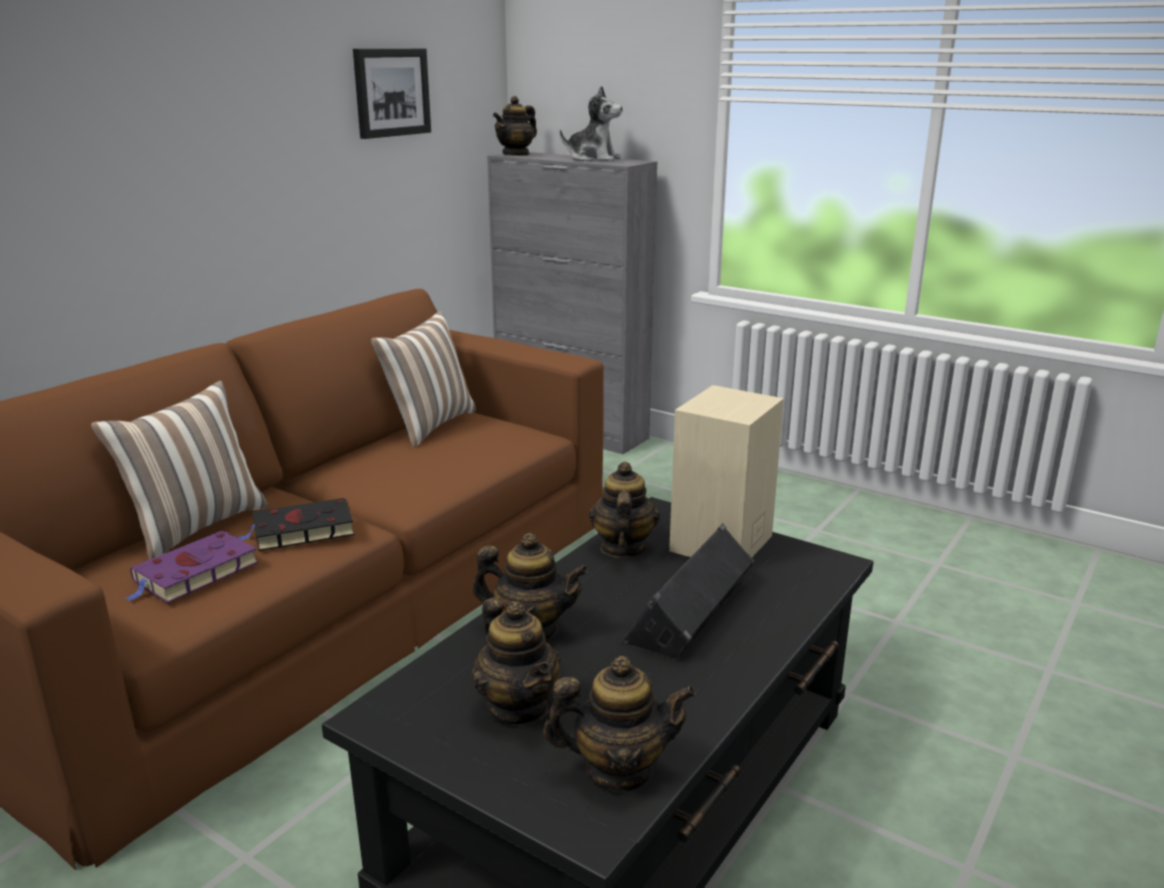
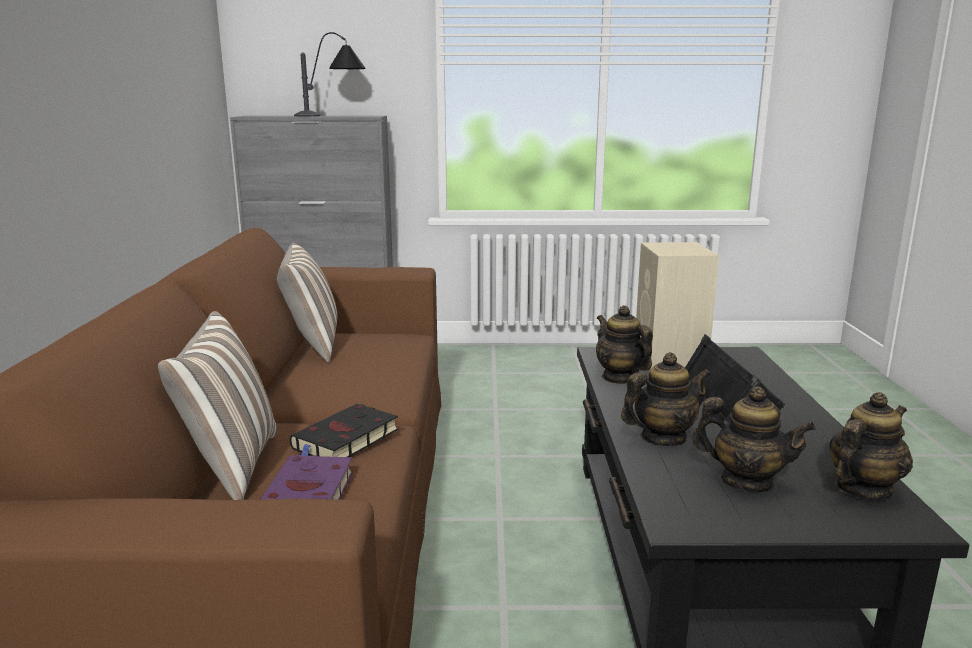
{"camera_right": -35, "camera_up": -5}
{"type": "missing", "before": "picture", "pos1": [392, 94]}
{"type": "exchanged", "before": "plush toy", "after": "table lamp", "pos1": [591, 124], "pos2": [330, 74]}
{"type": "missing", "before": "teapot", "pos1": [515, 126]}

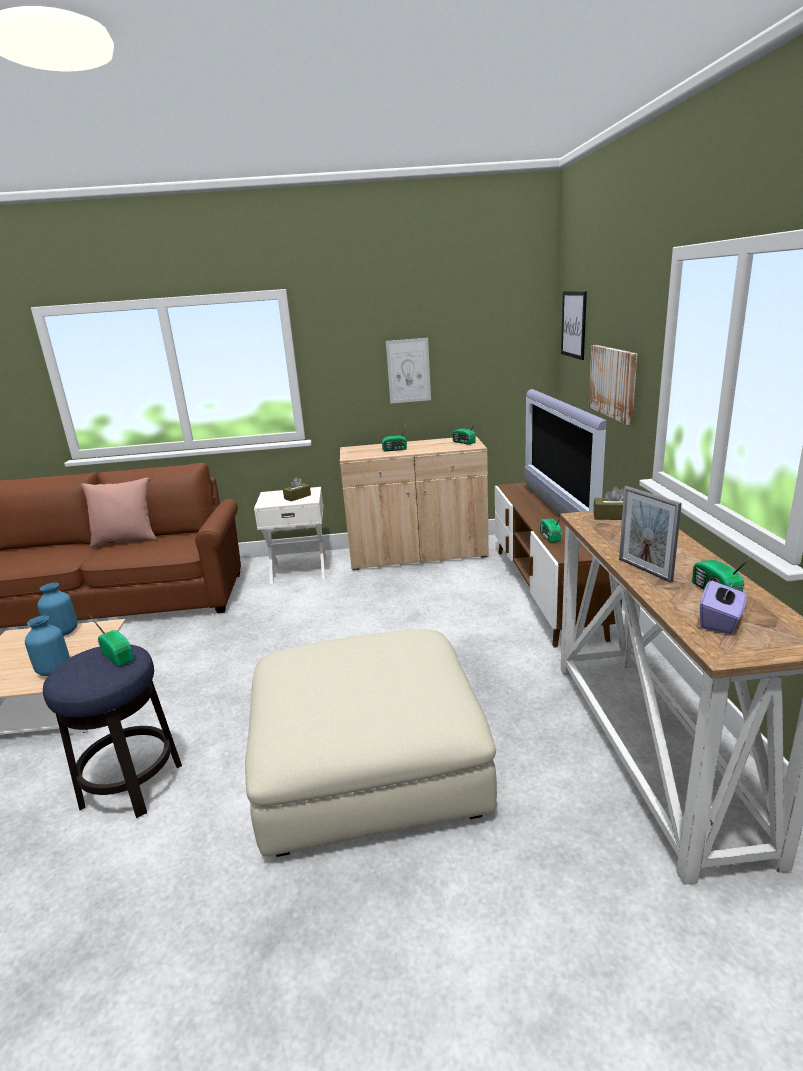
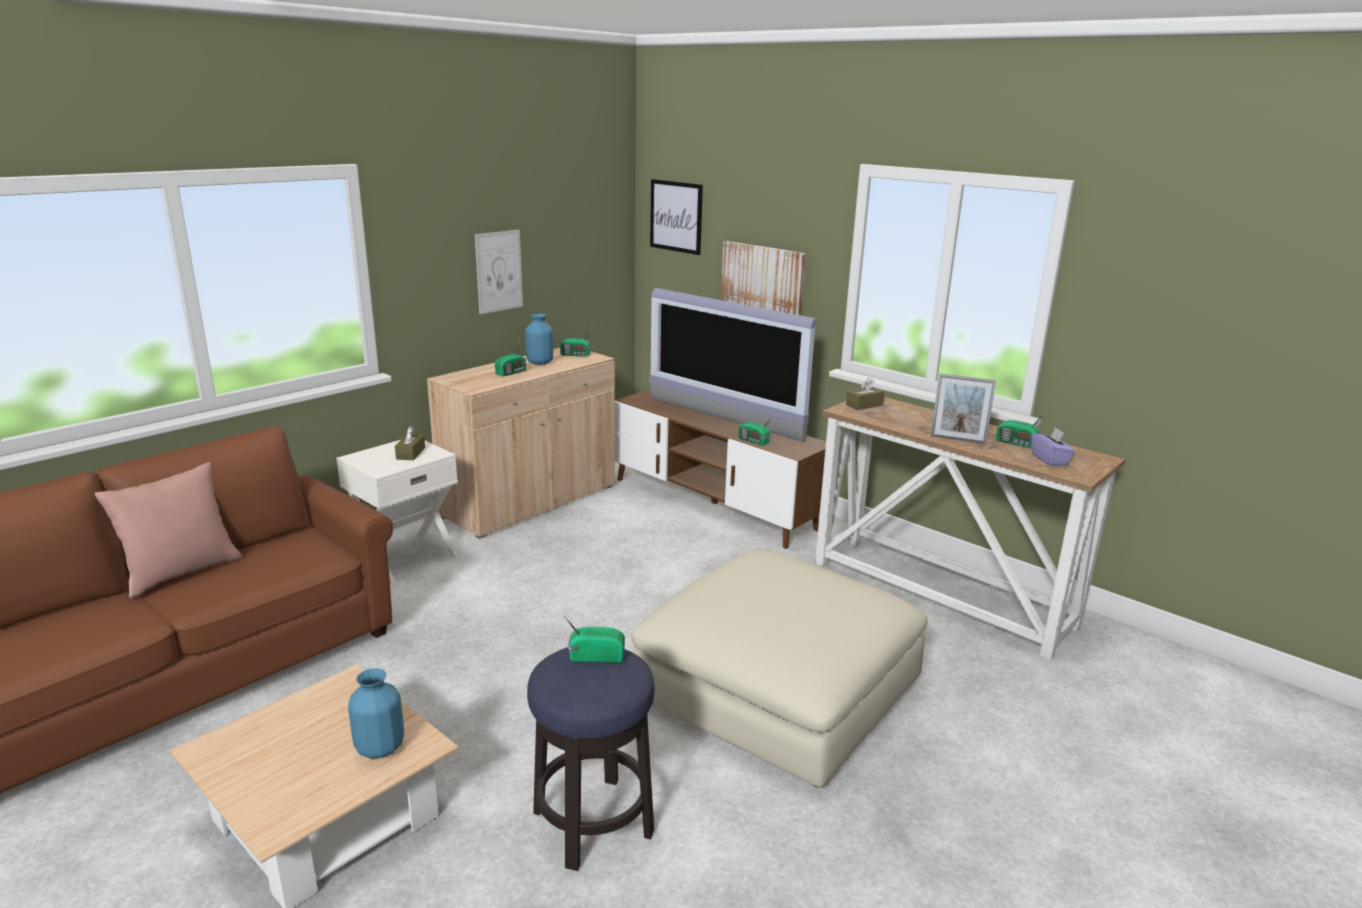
{"camera_right": -45, "camera_up": 0}
{"type": "relocated", "before": "blue vase", "pos1": [57, 609], "pos2": [539, 339]}

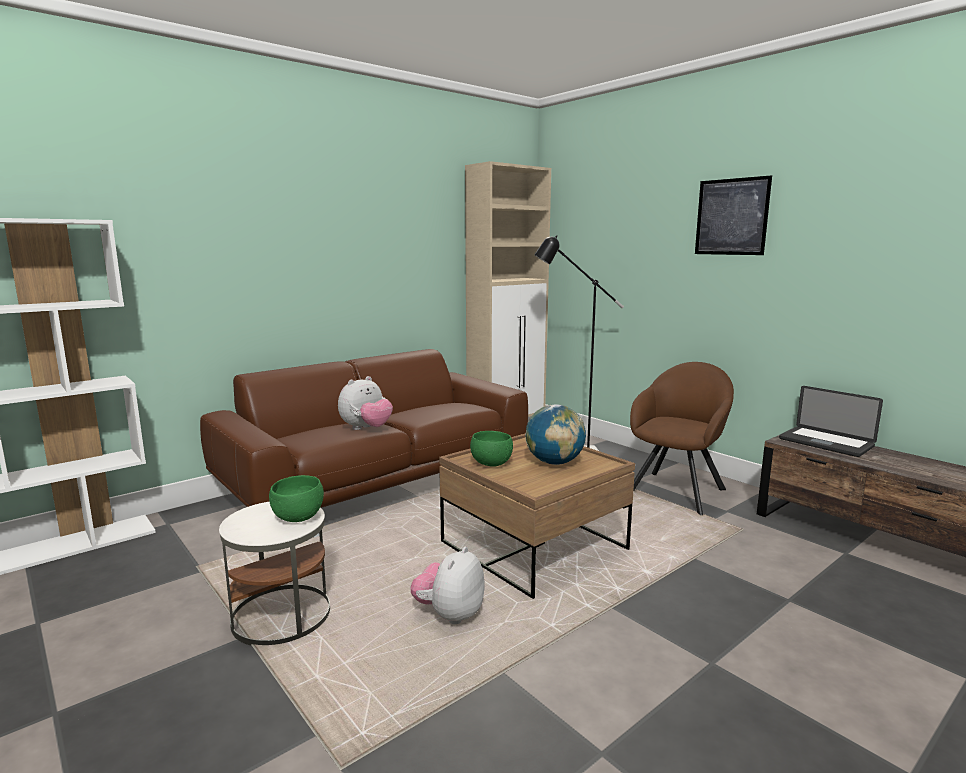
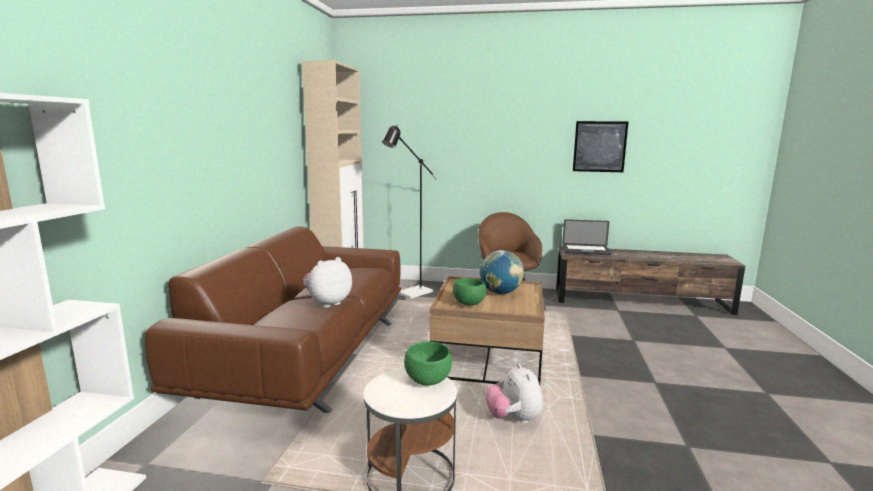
{"camera_right": -40, "camera_up": 0}
{"type": "relocated", "before": "picture", "pos1": [733, 215], "pos2": [600, 146]}
{"type": "spun", "before": "plush toy", "pos1": [365, 403], "pos2": [327, 282], "turn": -135}

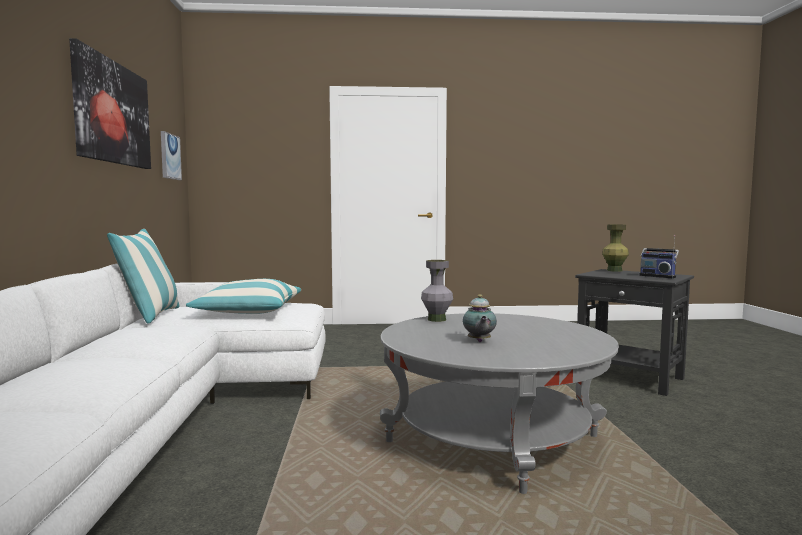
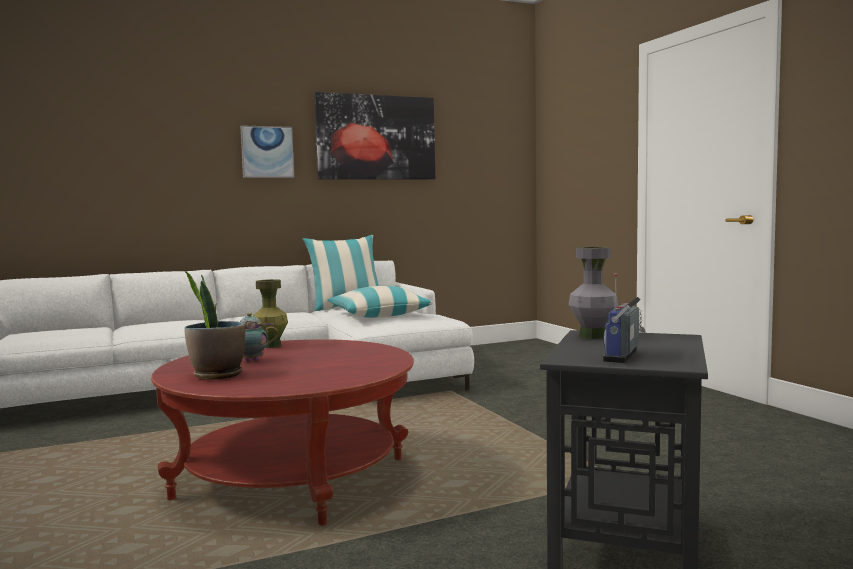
{"camera_right": 70, "camera_up": 0}
{"type": "relocated", "before": "picture", "pos1": [171, 155], "pos2": [267, 151]}
{"type": "relocated", "before": "green vase", "pos1": [615, 248], "pos2": [270, 313]}
{"type": "relocated", "before": "grey vase", "pos1": [437, 291], "pos2": [593, 293]}
{"type": "colour", "before": "grey coffee table", "after": "red coffee table", "pos1": [499, 403], "pos2": [282, 432]}
{"type": "appeared", "after": "potted plant", "pos2": [214, 325]}

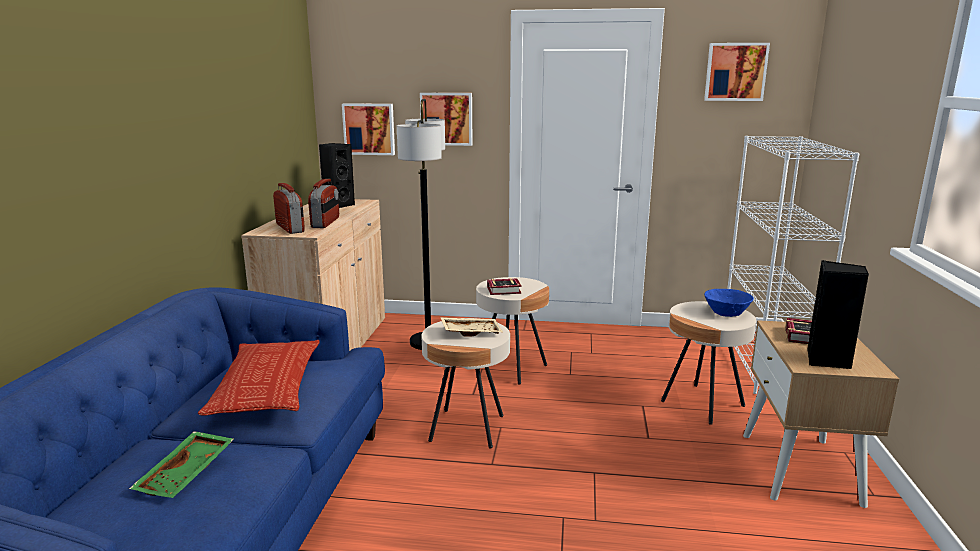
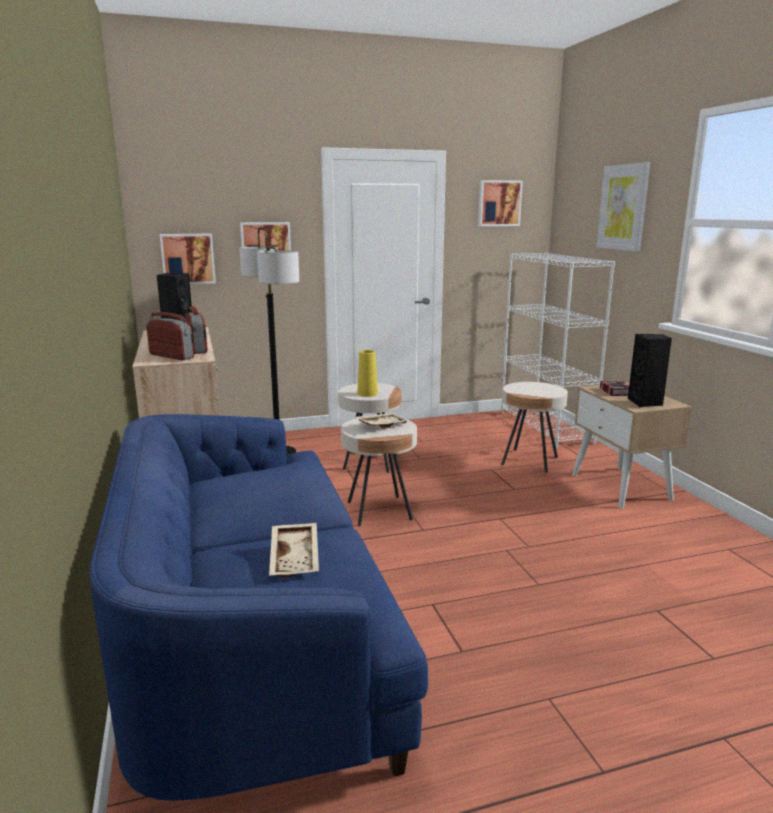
{"camera_right": -25, "camera_up": 0}
{"type": "exchanged", "before": "book", "after": "yellow vase", "pos1": [504, 286], "pos2": [367, 373]}
{"type": "missing", "before": "blue bowl", "pos1": [729, 303]}
{"type": "missing", "before": "pillow", "pos1": [259, 378]}
{"type": "colour", "before": "green tray", "after": "beige tray", "pos1": [181, 464], "pos2": [294, 550]}
{"type": "appeared", "after": "picture", "pos2": [623, 206]}

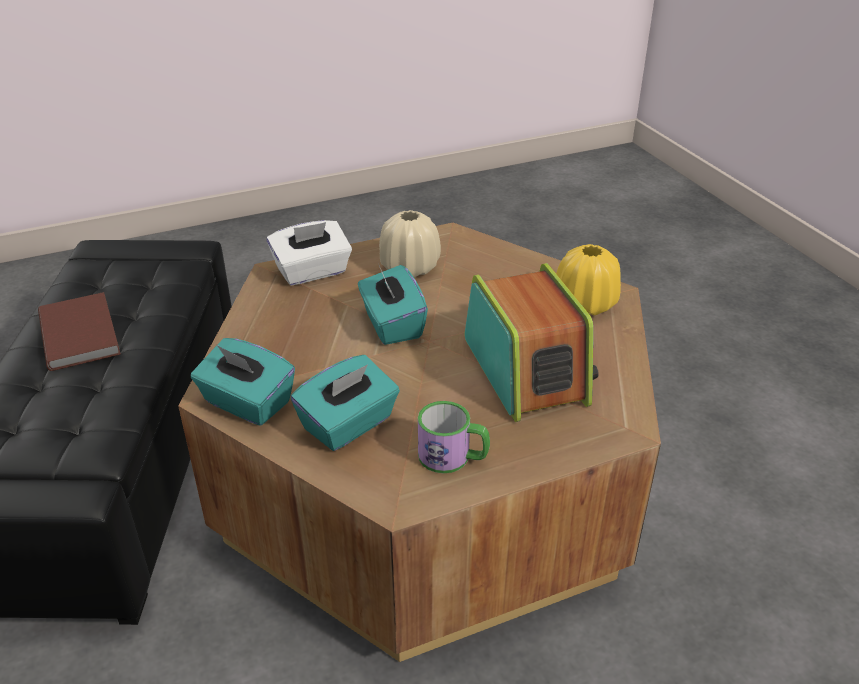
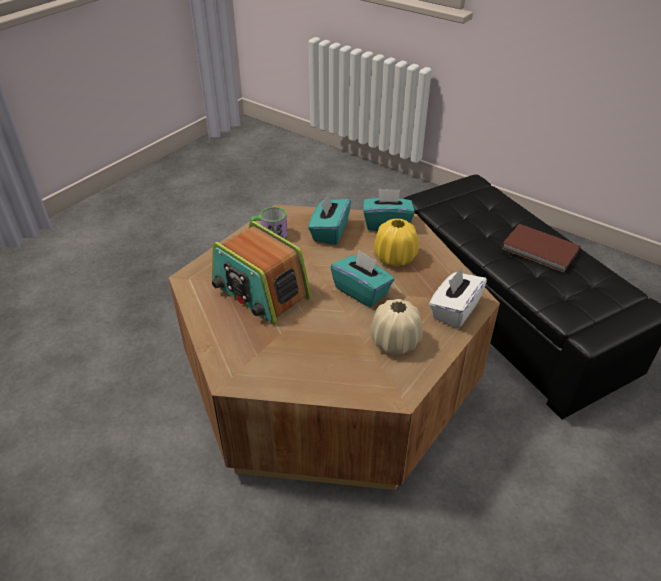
{"camera_right": 150, "camera_up": 5}
{"type": "relocated", "before": "yellow vase", "pos1": [588, 280], "pos2": [396, 242]}

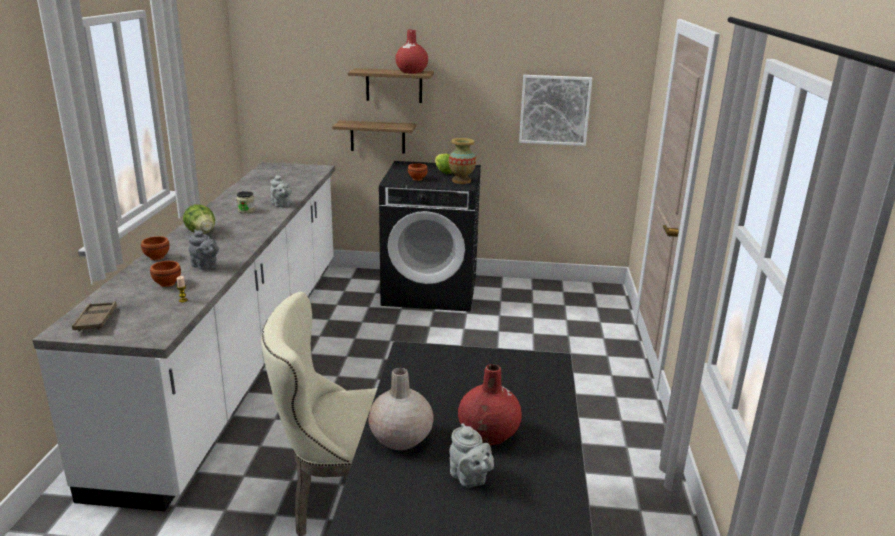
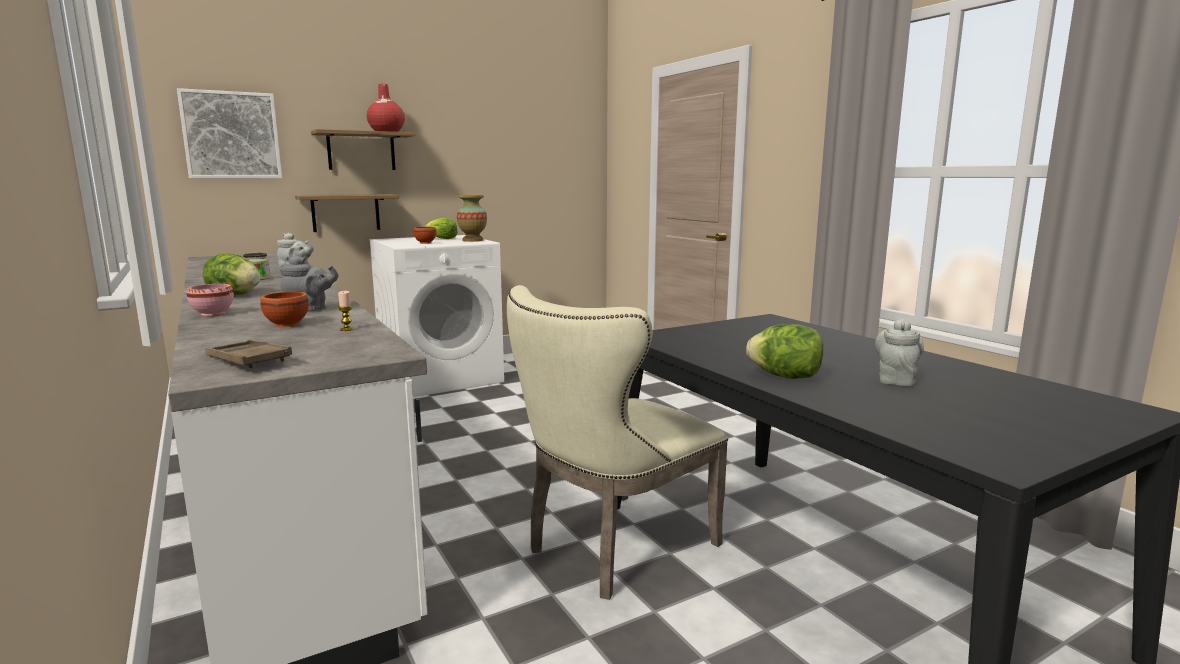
{"camera_right": -35, "camera_up": -10}
{"type": "relocated", "before": "picture", "pos1": [555, 110], "pos2": [229, 133]}
{"type": "colour", "before": "black washing machine", "after": "white washing machine", "pos1": [430, 236], "pos2": [436, 316]}
{"type": "colour", "before": "brown bowl", "after": "pink bowl", "pos1": [155, 248], "pos2": [210, 300]}
{"type": "missing", "before": "red vase", "pos1": [490, 404]}
{"type": "exchanged", "before": "beige vase", "after": "lettuce", "pos1": [400, 409], "pos2": [784, 351]}
{"type": "spun", "before": "grey teapot", "pos1": [471, 455], "pos2": [899, 352], "turn": -90}

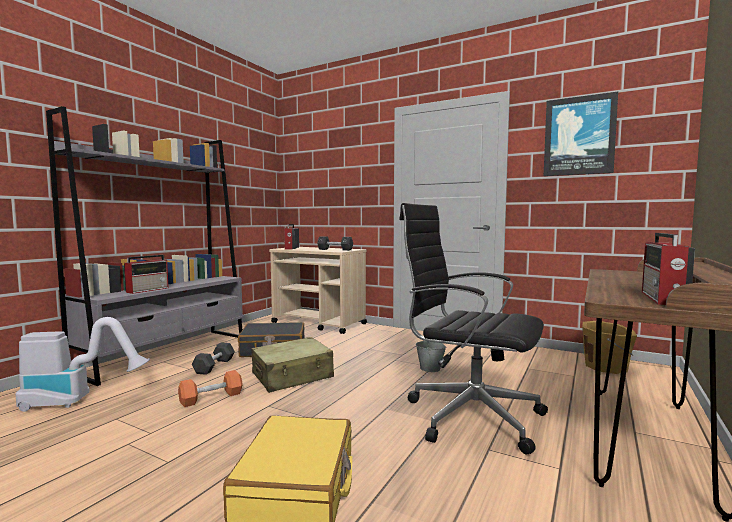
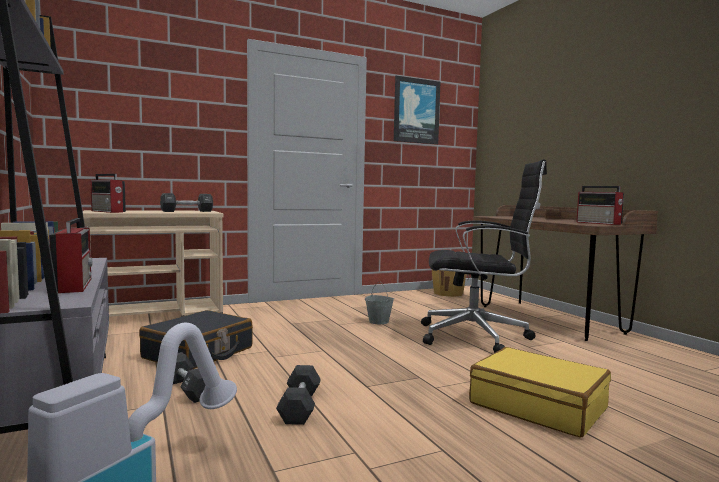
{"camera_right": -55, "camera_up": 0}
{"type": "spun", "before": "black office chair", "pos1": [473, 328], "pos2": [484, 256], "turn": -150}
{"type": "missing", "before": "beige suitcase", "pos1": [292, 365]}
{"type": "colour", "before": "orange dumbbell", "after": "black dumbbell", "pos1": [210, 388], "pos2": [298, 395]}

